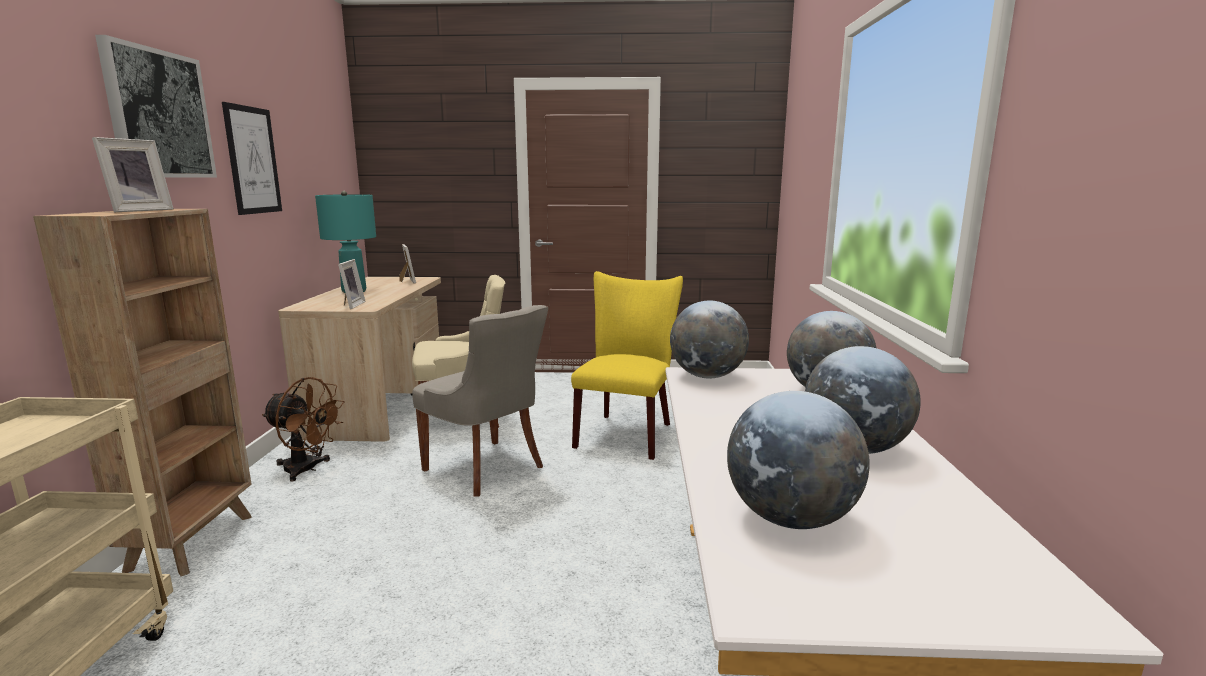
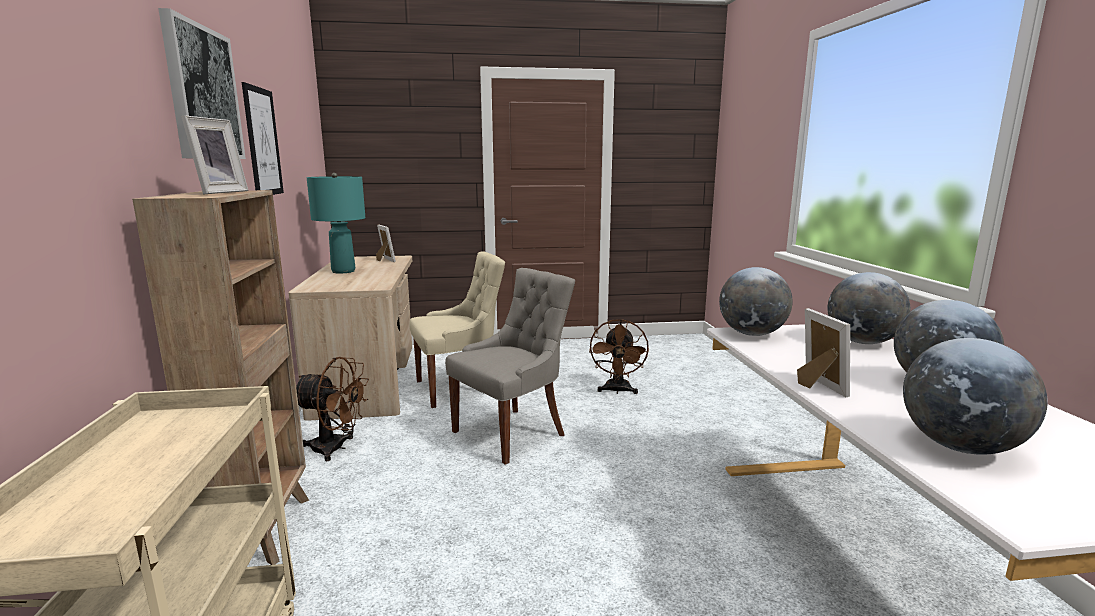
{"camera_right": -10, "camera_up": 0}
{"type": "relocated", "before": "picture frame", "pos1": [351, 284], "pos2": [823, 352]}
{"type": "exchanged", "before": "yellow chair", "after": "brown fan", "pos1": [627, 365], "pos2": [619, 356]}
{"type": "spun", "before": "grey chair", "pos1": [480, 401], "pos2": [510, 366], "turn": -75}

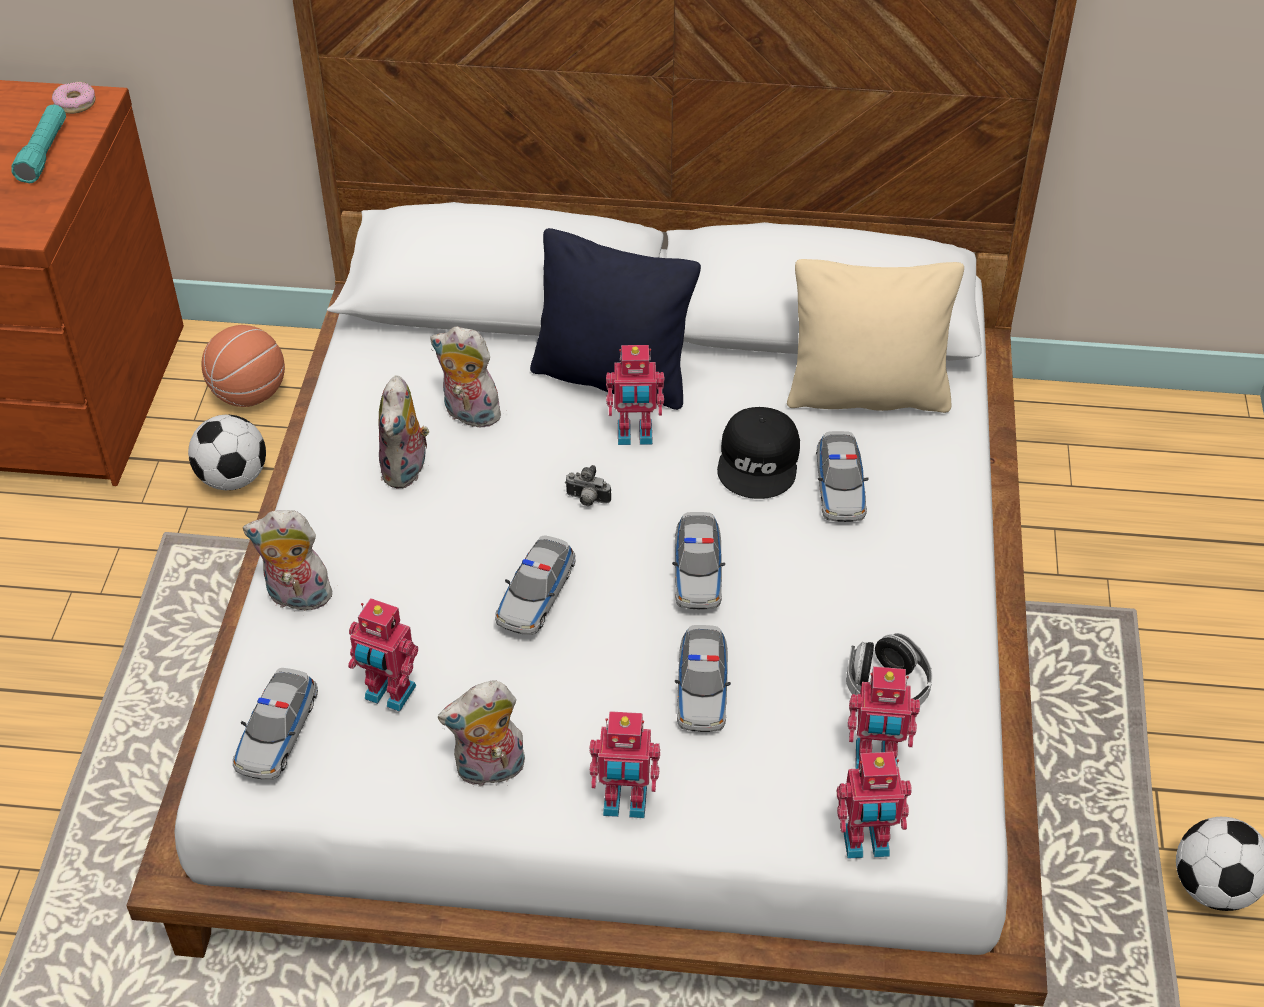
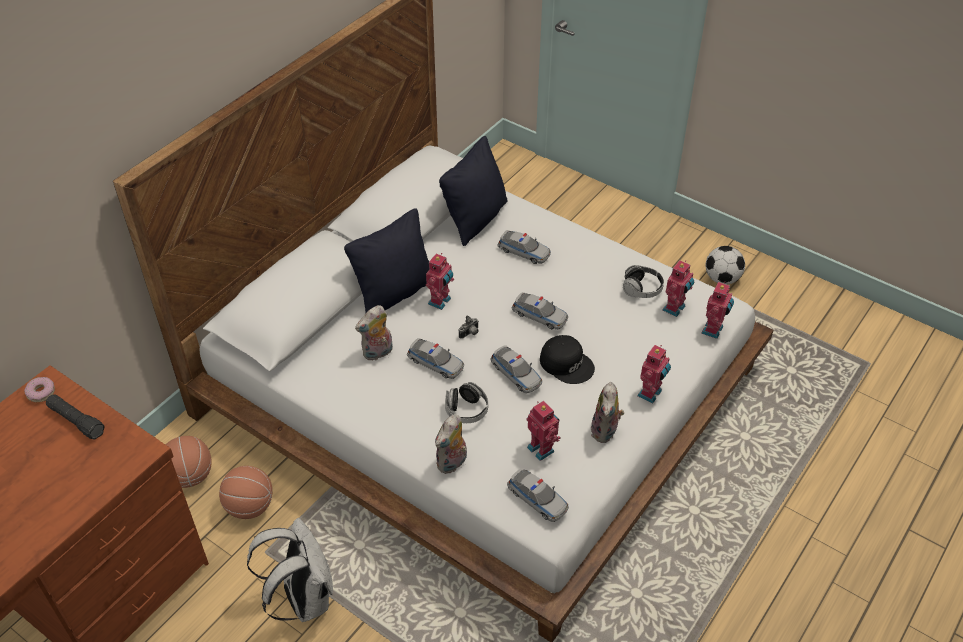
{"camera_right": -60, "camera_up": 0}
{"type": "colour", "before": "turquoise flashlight", "after": "black flashlight", "pos1": [38, 144], "pos2": [75, 417]}
{"type": "colour", "before": "beige pillow", "after": "black pillow", "pos1": [875, 336], "pos2": [473, 191]}
{"type": "missing", "before": "plush toy", "pos1": [403, 432]}
{"type": "relocated", "before": "black cap", "pos1": [758, 453], "pos2": [567, 359]}
{"type": "exchanged", "before": "football", "after": "basketball", "pos1": [227, 452], "pos2": [246, 492]}
{"type": "spun", "before": "toy robot", "pos1": [383, 655], "pos2": [544, 431], "turn": -90}
{"type": "relocated", "before": "toy car", "pos1": [703, 678], "pos2": [435, 358]}
{"type": "appeared", "after": "headphones", "pos2": [466, 402]}
{"type": "appeared", "after": "white backpack", "pos2": [290, 570]}

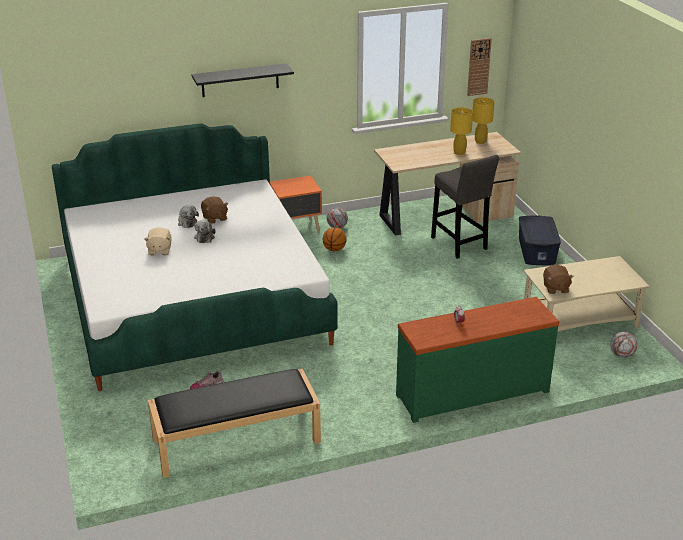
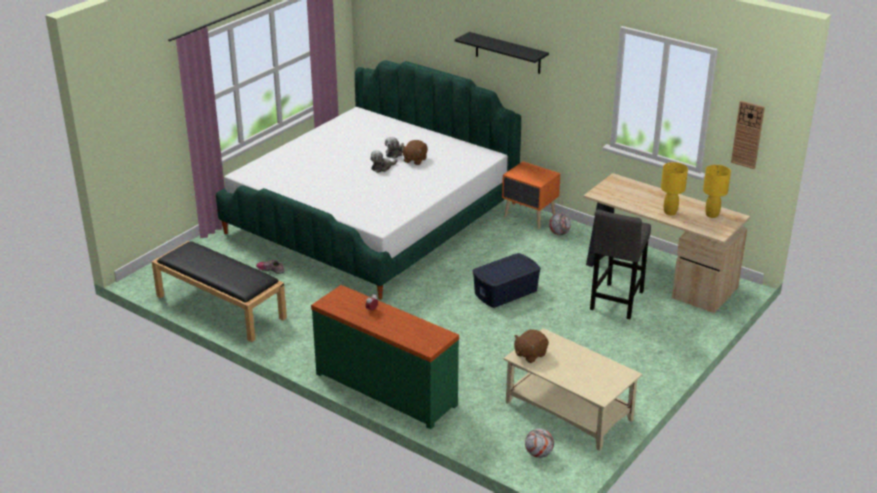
{"camera_right": 55, "camera_up": 0}
{"type": "relocated", "before": "blue storage box", "pos1": [540, 240], "pos2": [506, 280]}
{"type": "missing", "before": "beige plush toy", "pos1": [157, 241]}
{"type": "missing", "before": "basketball", "pos1": [334, 239]}

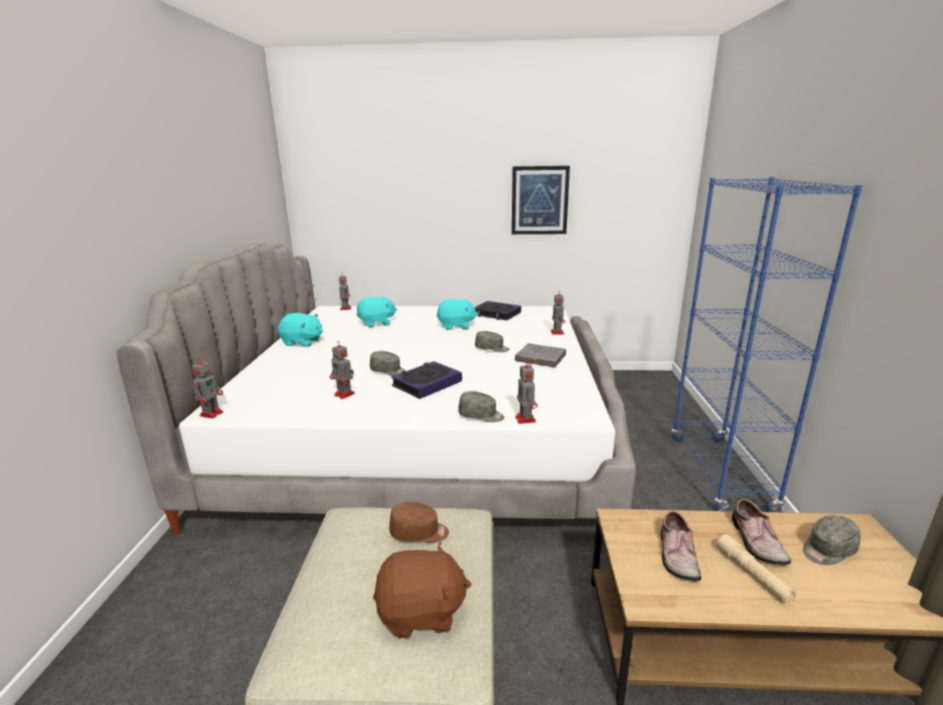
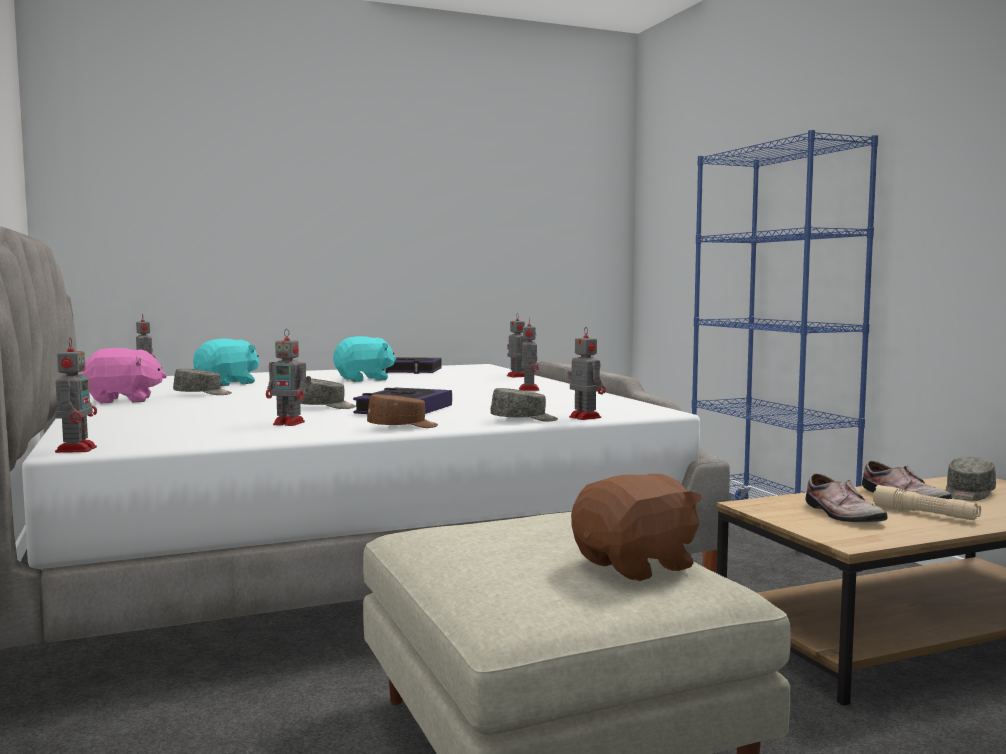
{"camera_right": -25, "camera_up": -15}
{"type": "missing", "before": "picture", "pos1": [541, 200]}
{"type": "colour", "before": "turquoise plush toy", "after": "pink plush toy", "pos1": [300, 330], "pos2": [125, 375]}
{"type": "relocated", "before": "grey cap", "pos1": [492, 341], "pos2": [202, 381]}
{"type": "exchanged", "before": "grey book", "after": "toy robot", "pos1": [540, 355], "pos2": [529, 354]}
{"type": "relocated", "before": "brown cap", "pos1": [419, 522], "pos2": [402, 411]}

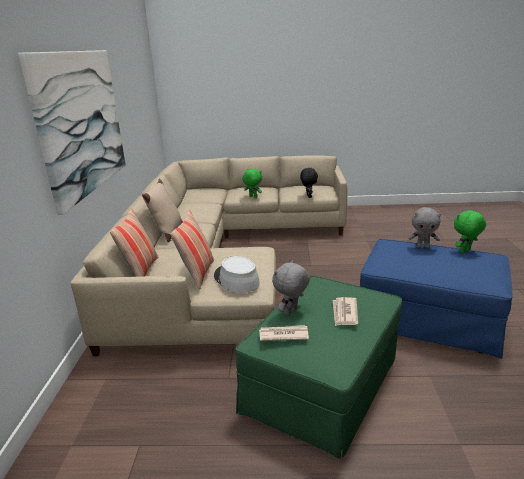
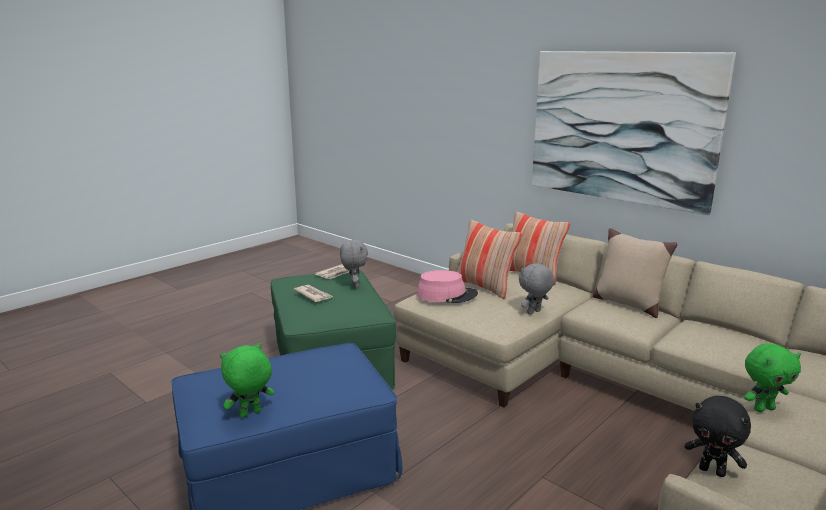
{"camera_right": 130, "camera_up": -5}
{"type": "relocated", "before": "grey plush toy", "pos1": [424, 228], "pos2": [537, 289]}
{"type": "spun", "before": "green plush toy", "pos1": [470, 231], "pos2": [247, 380], "turn": -135}
{"type": "colour", "before": "grey hat", "after": "pink hat", "pos1": [237, 274], "pos2": [447, 286]}

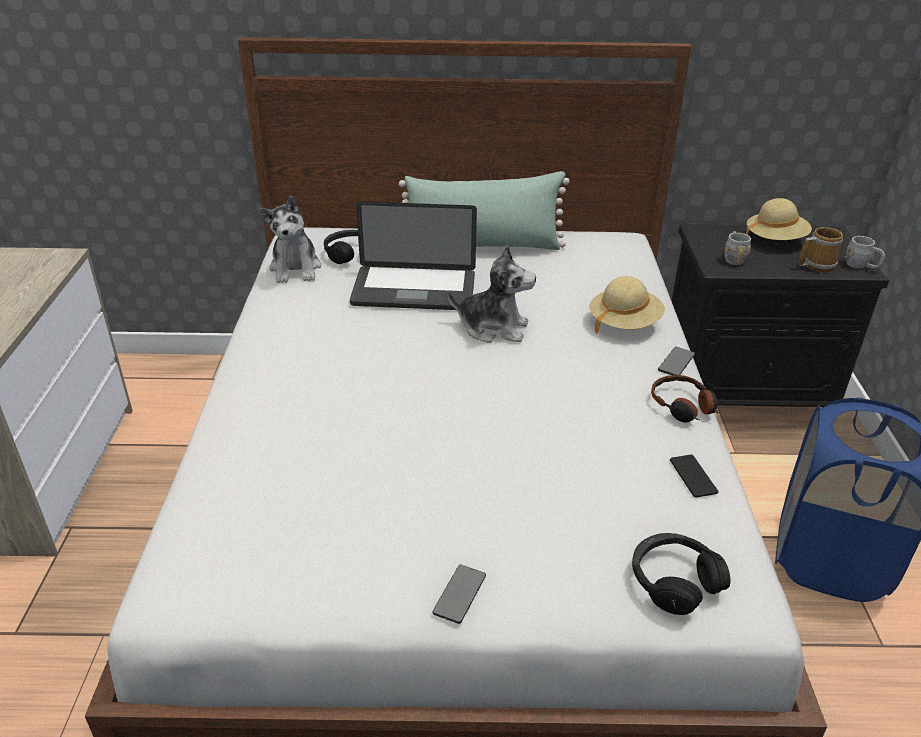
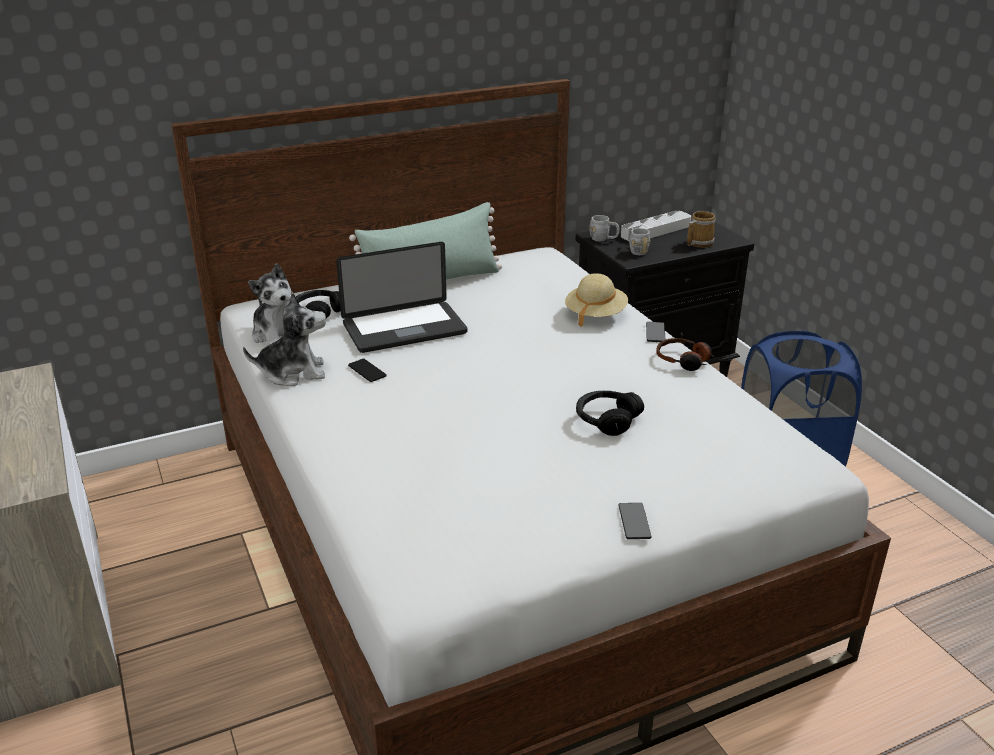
{"camera_right": -25, "camera_up": -5}
{"type": "exchanged", "before": "beige hat", "after": "grey tray", "pos1": [779, 219], "pos2": [656, 226]}
{"type": "relocated", "before": "grey mug", "pos1": [865, 252], "pos2": [604, 228]}
{"type": "relocated", "before": "plush toy", "pos1": [492, 294], "pos2": [284, 339]}
{"type": "relocated", "before": "phone", "pos1": [694, 476], "pos2": [367, 370]}
{"type": "relocated", "before": "black headphones", "pos1": [681, 574], "pos2": [610, 413]}

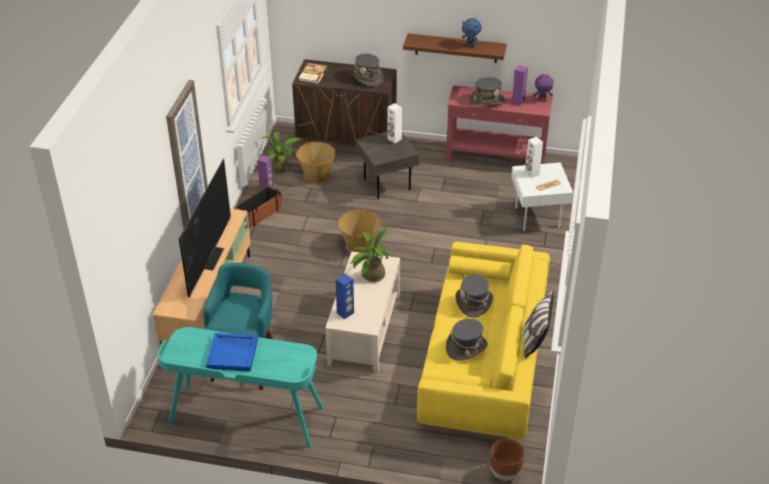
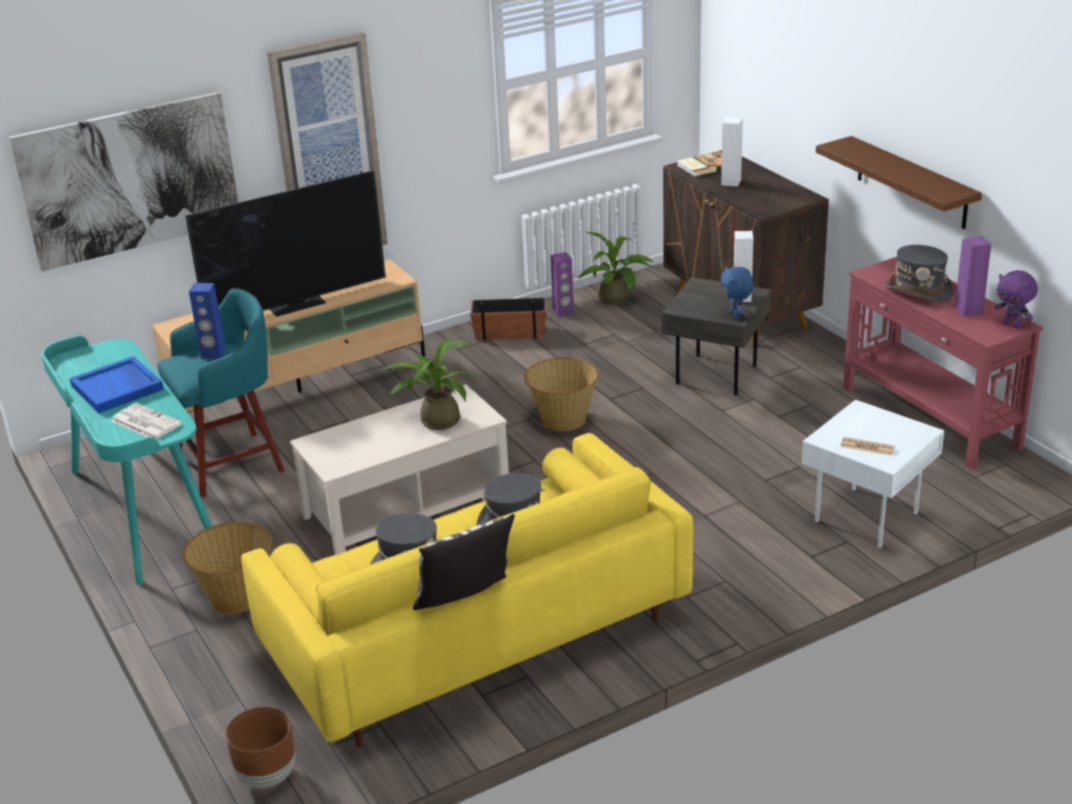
{"camera_right": 50, "camera_up": -10}
{"type": "relocated", "before": "blue plush toy", "pos1": [472, 32], "pos2": [737, 292]}
{"type": "missing", "before": "grey hat", "pos1": [367, 69]}
{"type": "relocated", "before": "white speaker", "pos1": [534, 157], "pos2": [732, 152]}
{"type": "relocated", "before": "basket", "pos1": [316, 162], "pos2": [227, 568]}
{"type": "relocated", "before": "blue speaker", "pos1": [345, 296], "pos2": [207, 320]}
{"type": "appeared", "after": "picture", "pos2": [123, 181]}
{"type": "appeared", "after": "newspaper", "pos2": [146, 421]}

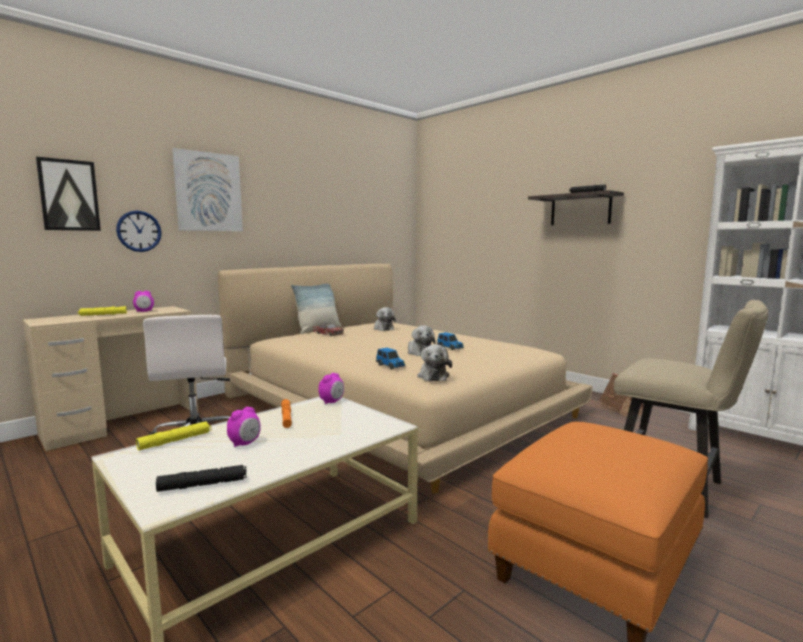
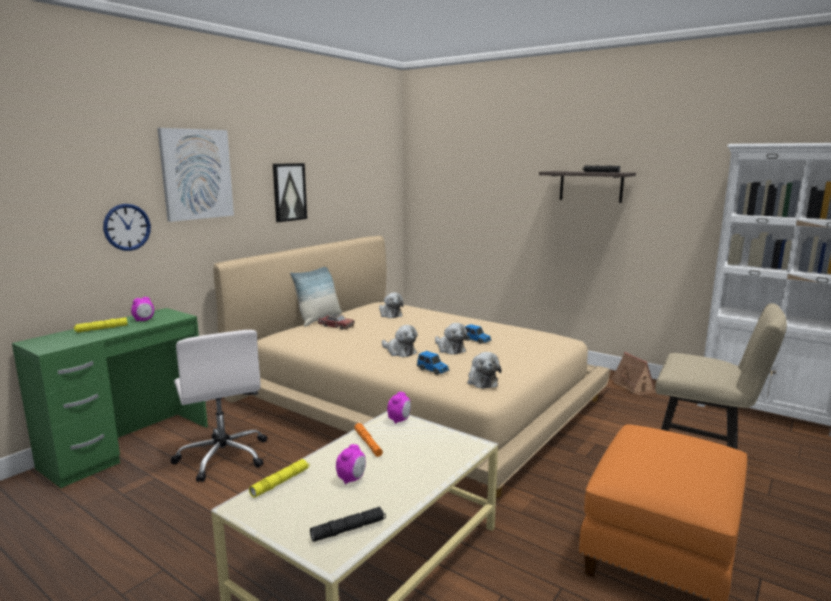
{"camera_right": -10, "camera_up": 5}
{"type": "relocated", "before": "picture", "pos1": [68, 194], "pos2": [290, 192]}
{"type": "colour", "before": "beige desk", "after": "green desk", "pos1": [110, 378], "pos2": [110, 398]}
{"type": "appeared", "after": "plush toy", "pos2": [400, 341]}

